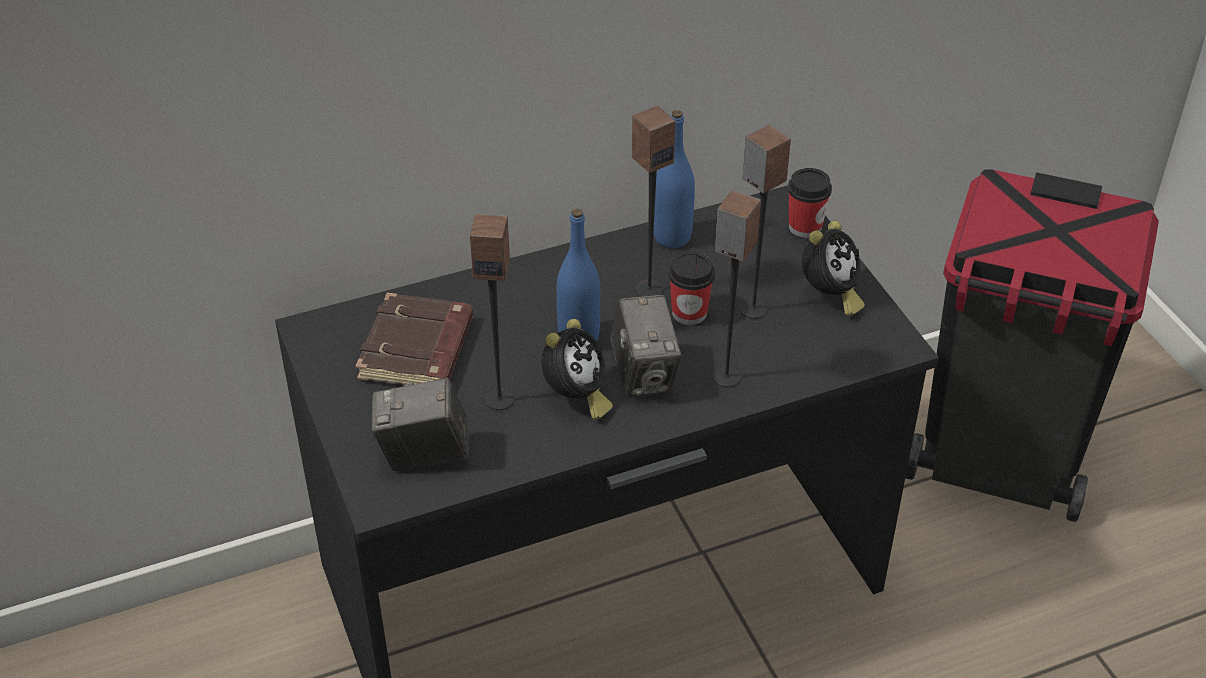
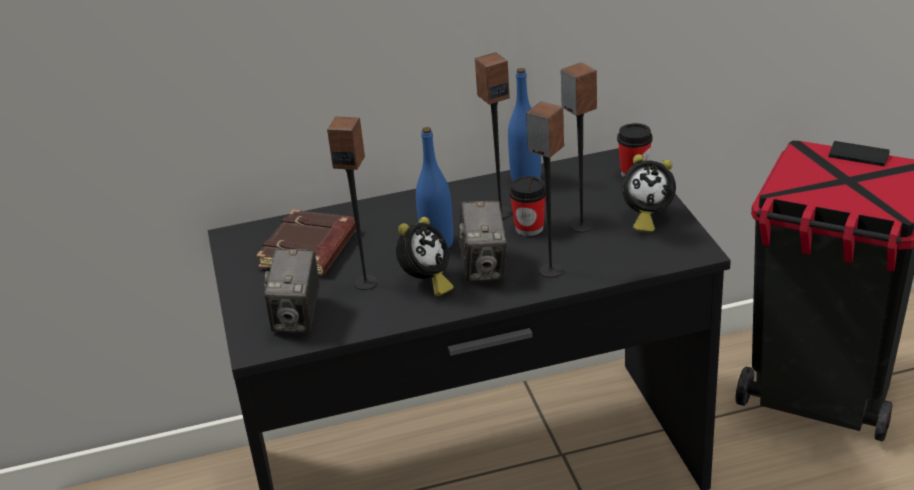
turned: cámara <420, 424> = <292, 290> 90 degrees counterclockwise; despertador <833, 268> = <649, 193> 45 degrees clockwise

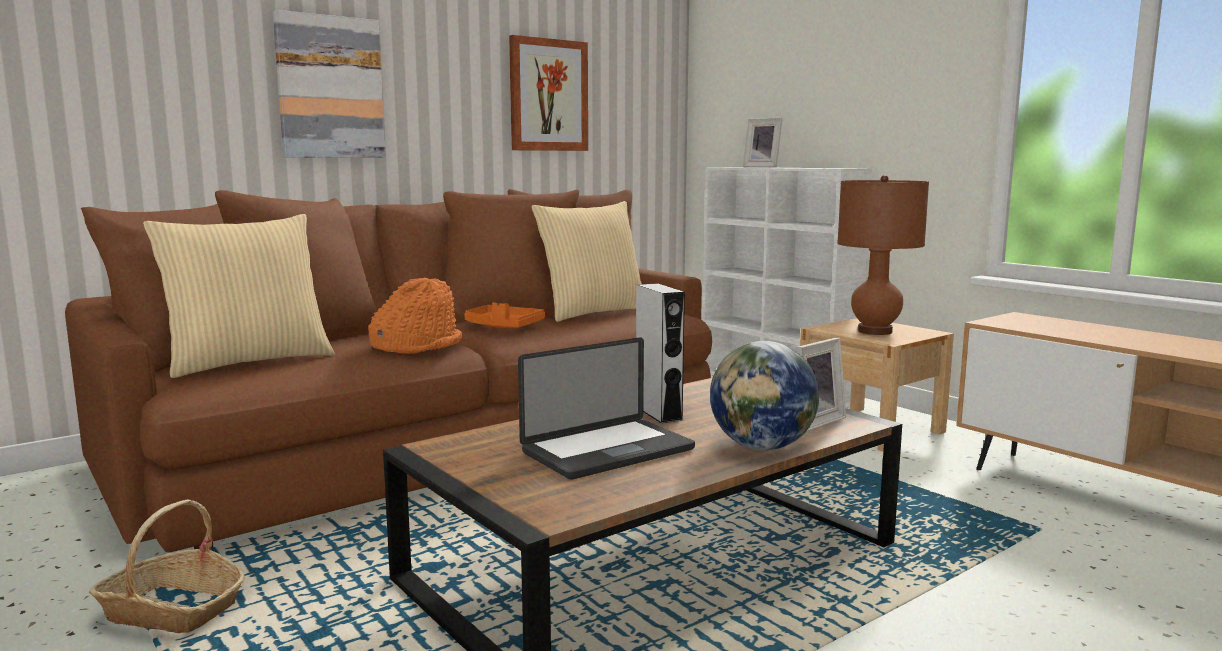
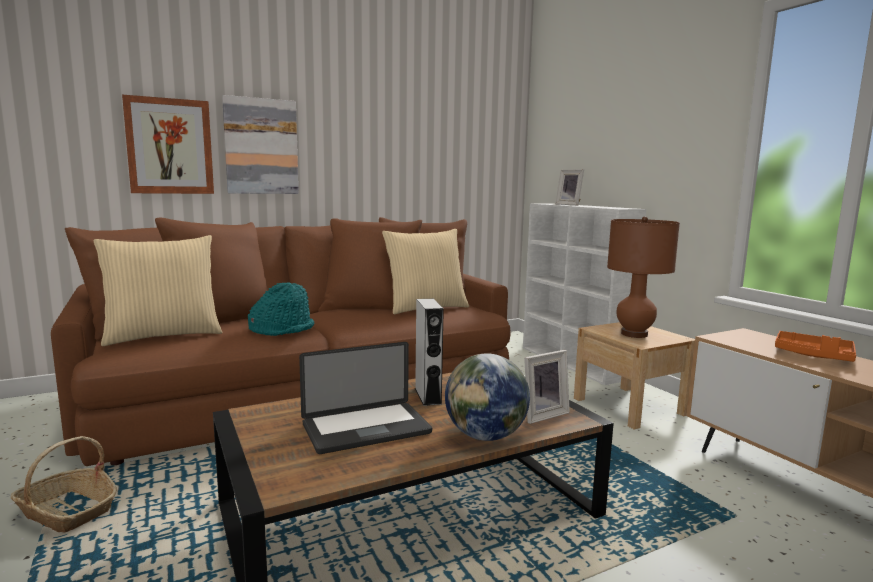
moved: cuadro <548, 93> to <168, 144>; bandeja/naranja <504, 315> to <815, 346>
recoloured: sombrero/naranja <415, 316> to sombrero/turquesa <281, 309>

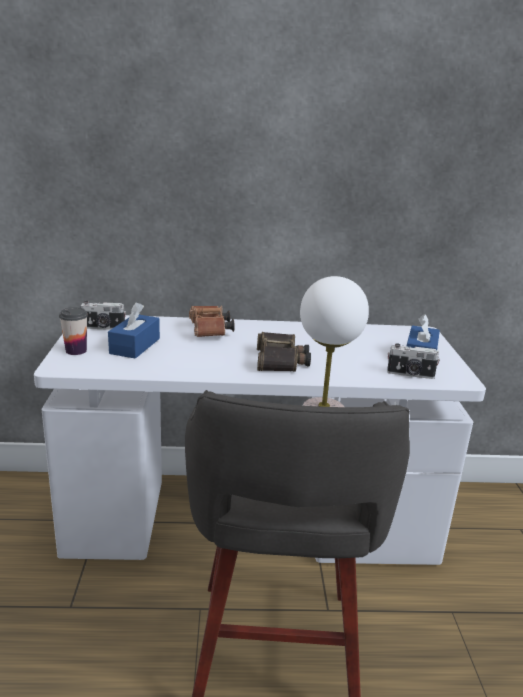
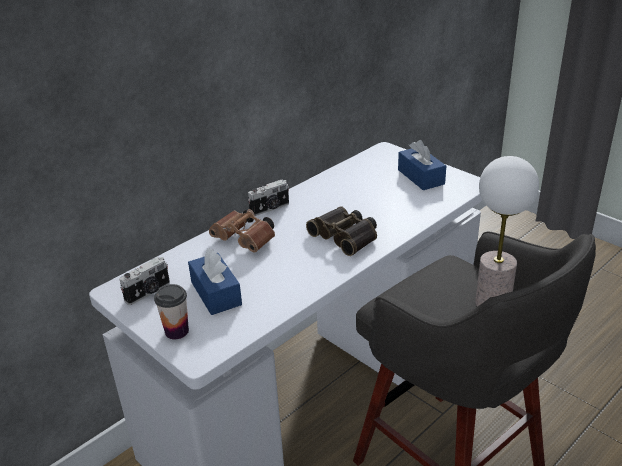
moved: cámara <413, 361> to <268, 198>

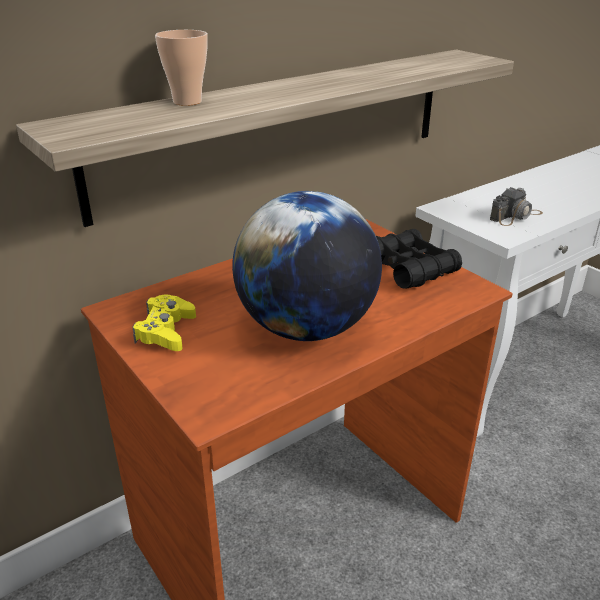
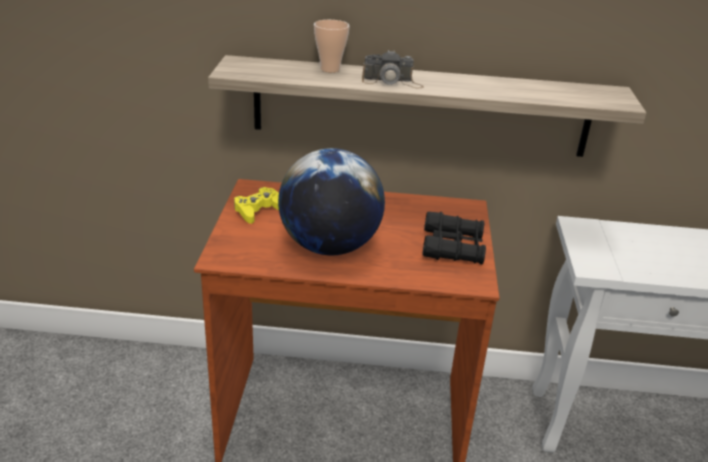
moved: cámara <516, 206> to <393, 69>

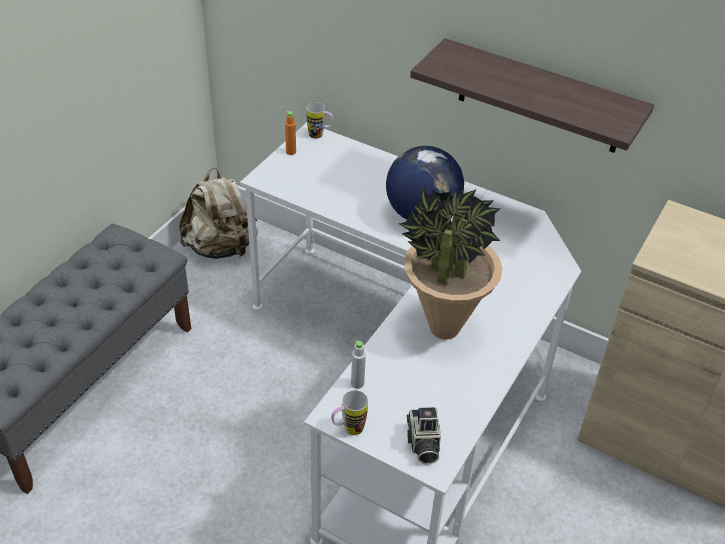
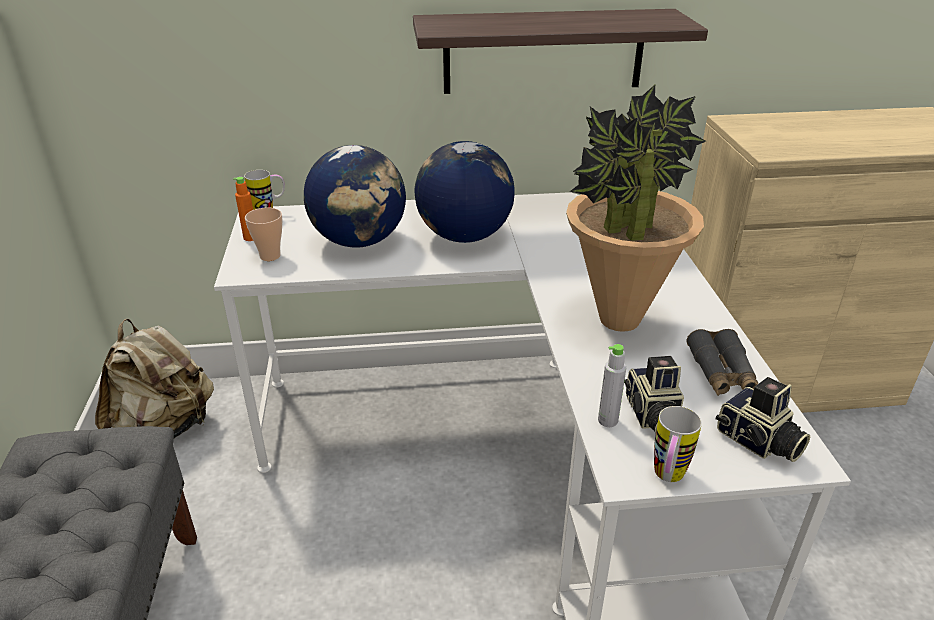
added: taza <264, 234>; globo terráqueo <355, 196>; cámara <654, 395>; prismáticos/gris <722, 362>

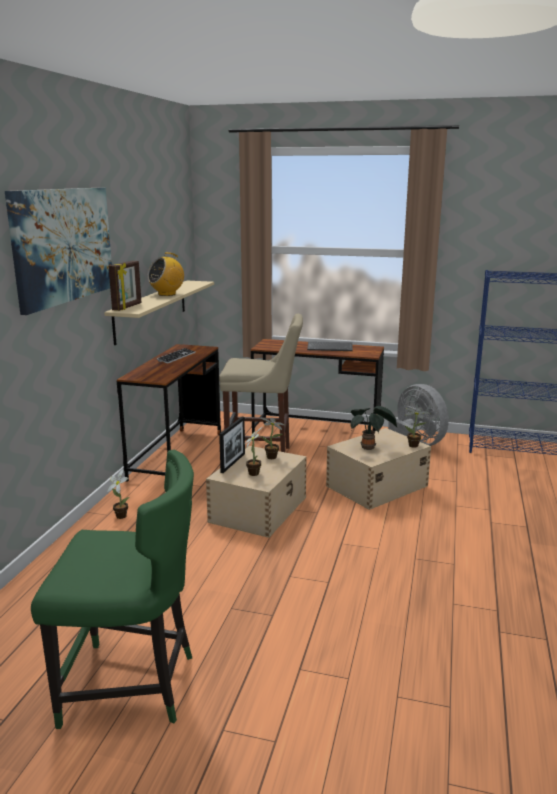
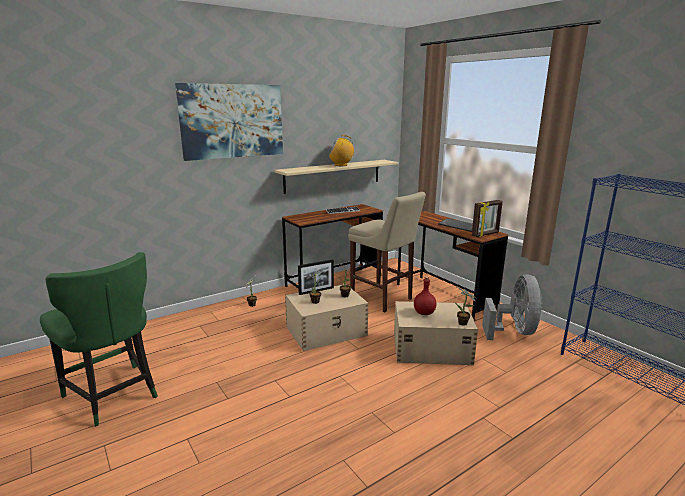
moved: portarretratos <125, 286> to <487, 218>
replaced: planta en maceta <373, 428> to botella/rojo <425, 295>

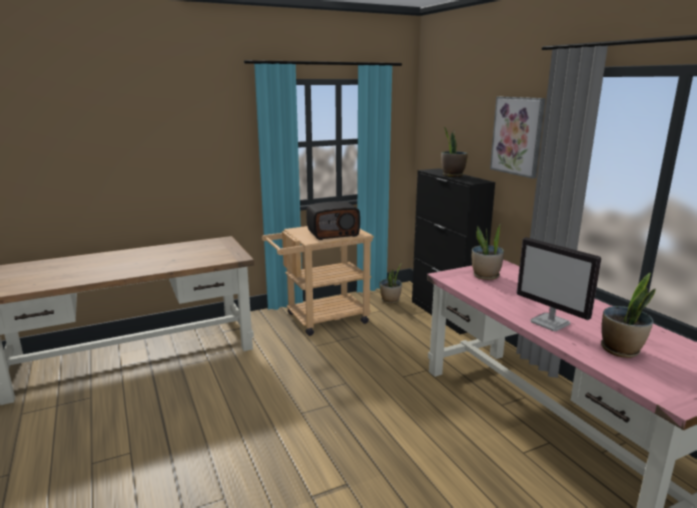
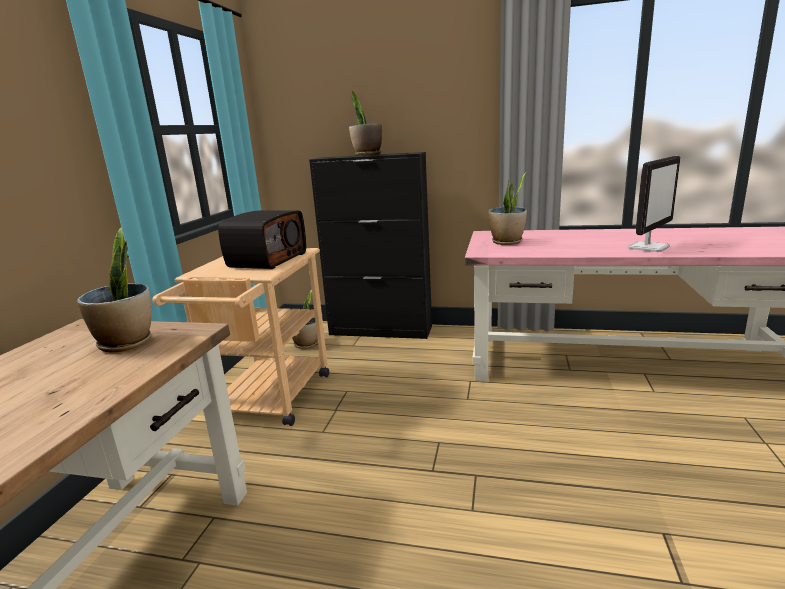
removed: cuadro <518, 138>
moved: planta en maceta <628, 315> to <114, 290>
turned: monitor <559, 284> = <654, 204> 45 degrees counterclockwise

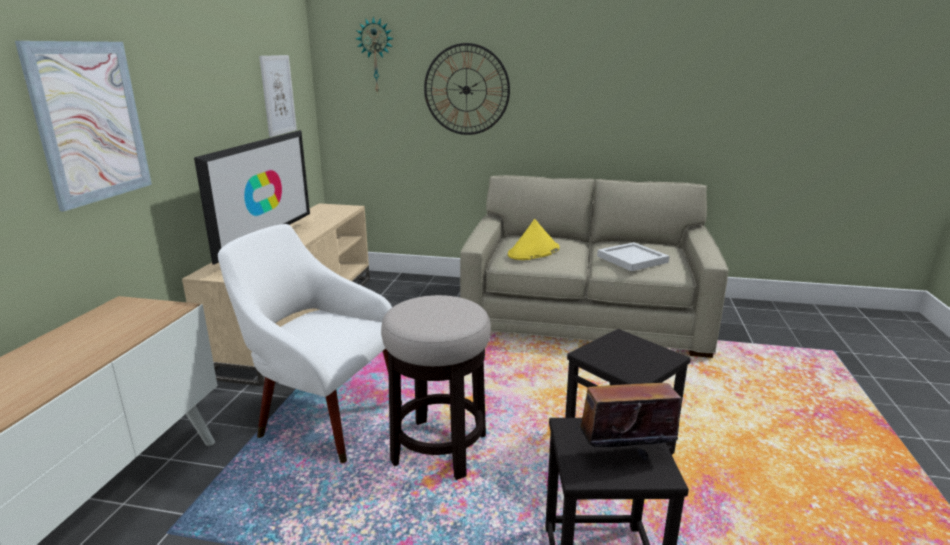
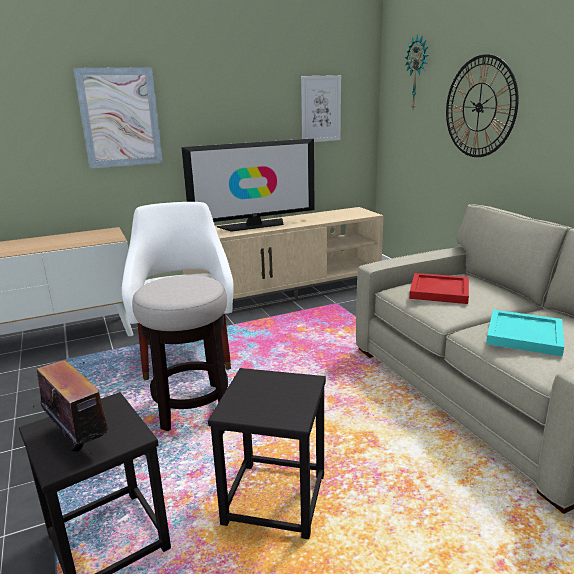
replaced: sombrero/amarillo <534, 239> to bandeja/rojo <439, 288>
recoloured: bandeja/blanco <633, 256> to bandeja/turquesa <525, 333>

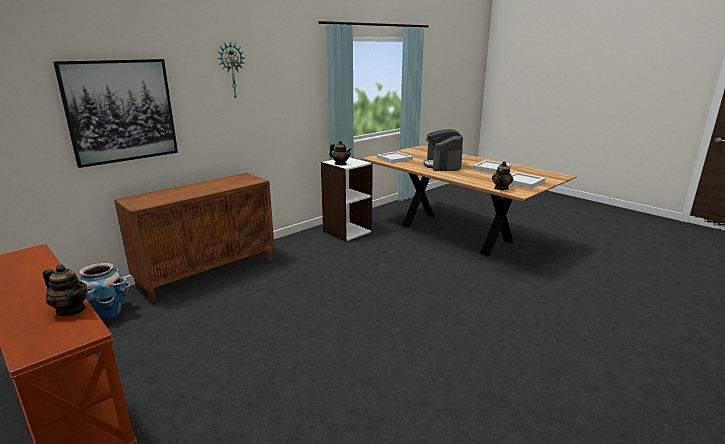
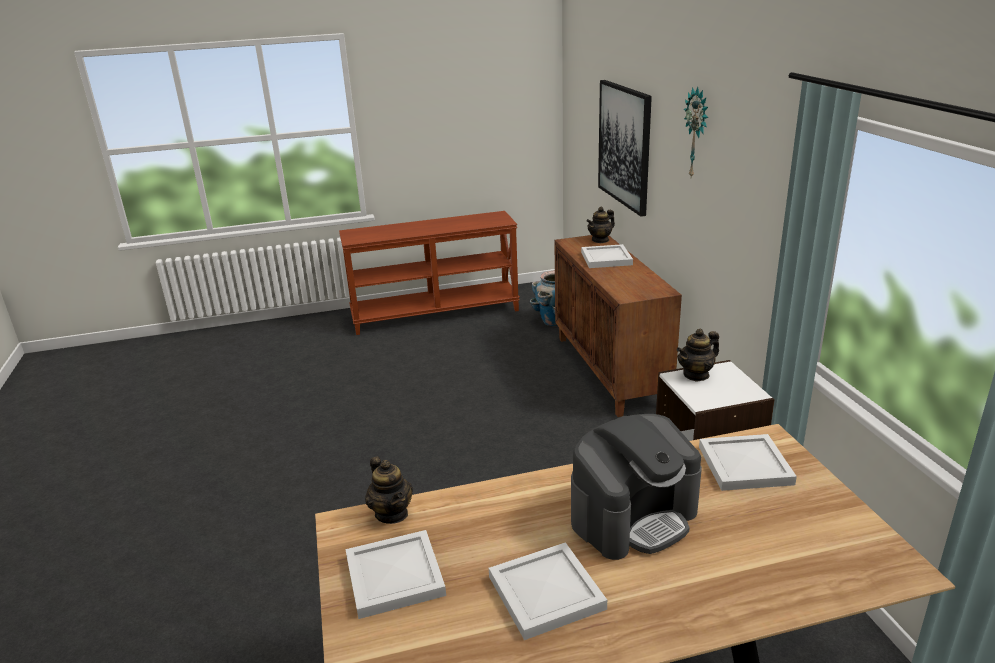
added: bandeja/blanco <607, 256>
moved: tetera <65, 290> to <600, 225>
turned: cafetera <443, 150> = <636, 487> 120 degrees clockwise

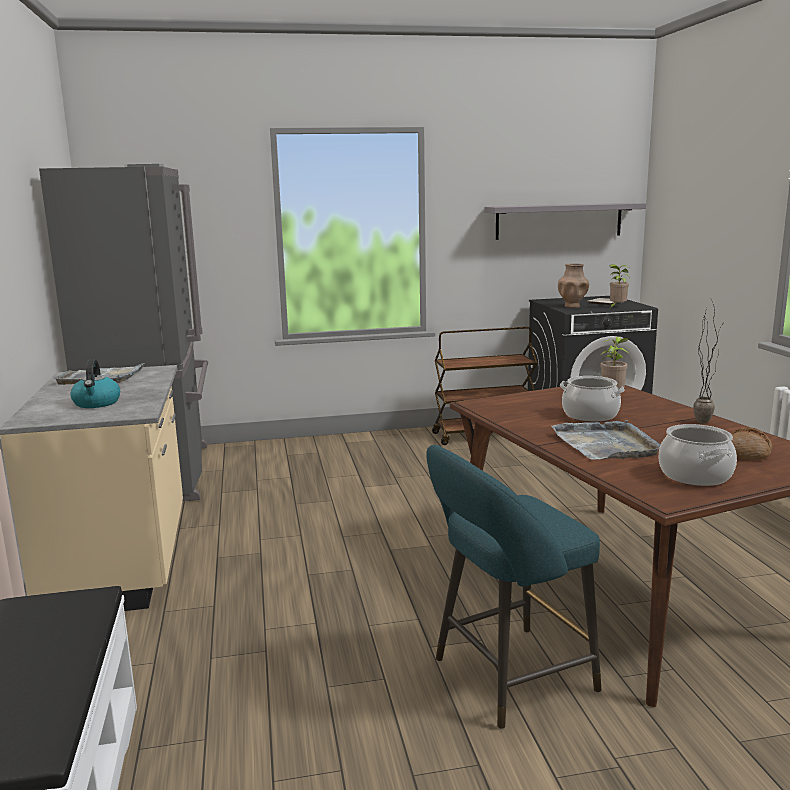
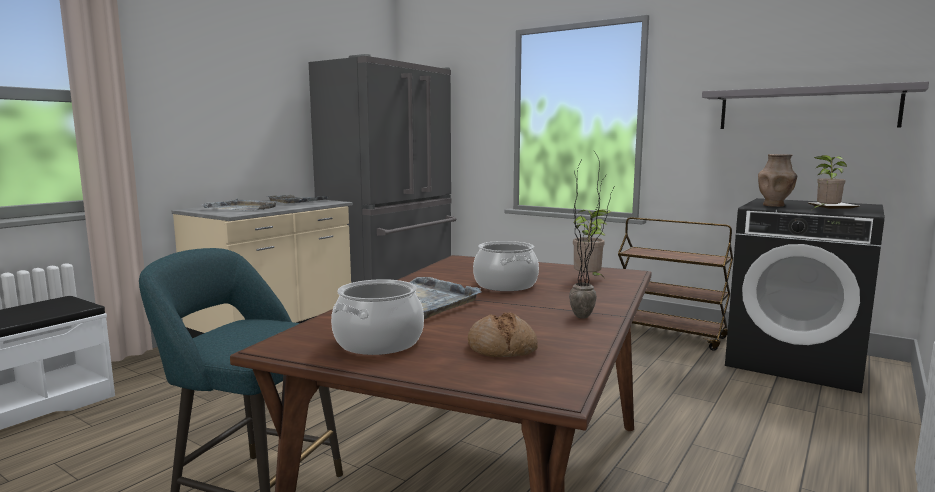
replaced: hervidor <95, 383> to bandeja/gris <238, 204>

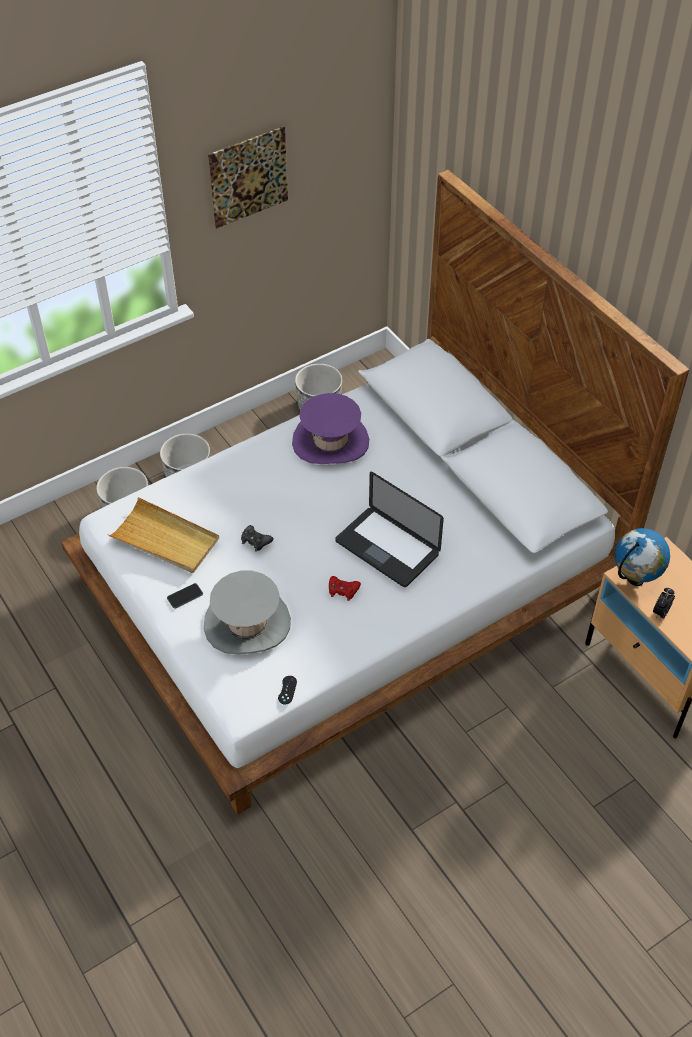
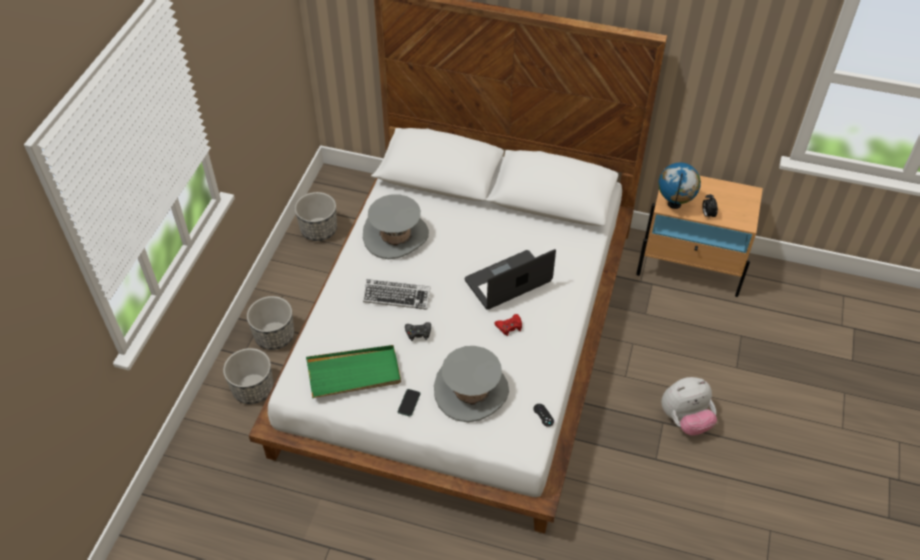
removed: cuadro <248, 177>
added: teclado <397, 294>; peluche <689, 406>
recoloured: bandeja/beis <163, 535> to bandeja/verde <353, 371>; sombrero/morado <330, 428> to sombrero/gris <396, 226>
turned: portátil <389, 529> = <510, 279> 150 degrees clockwise

